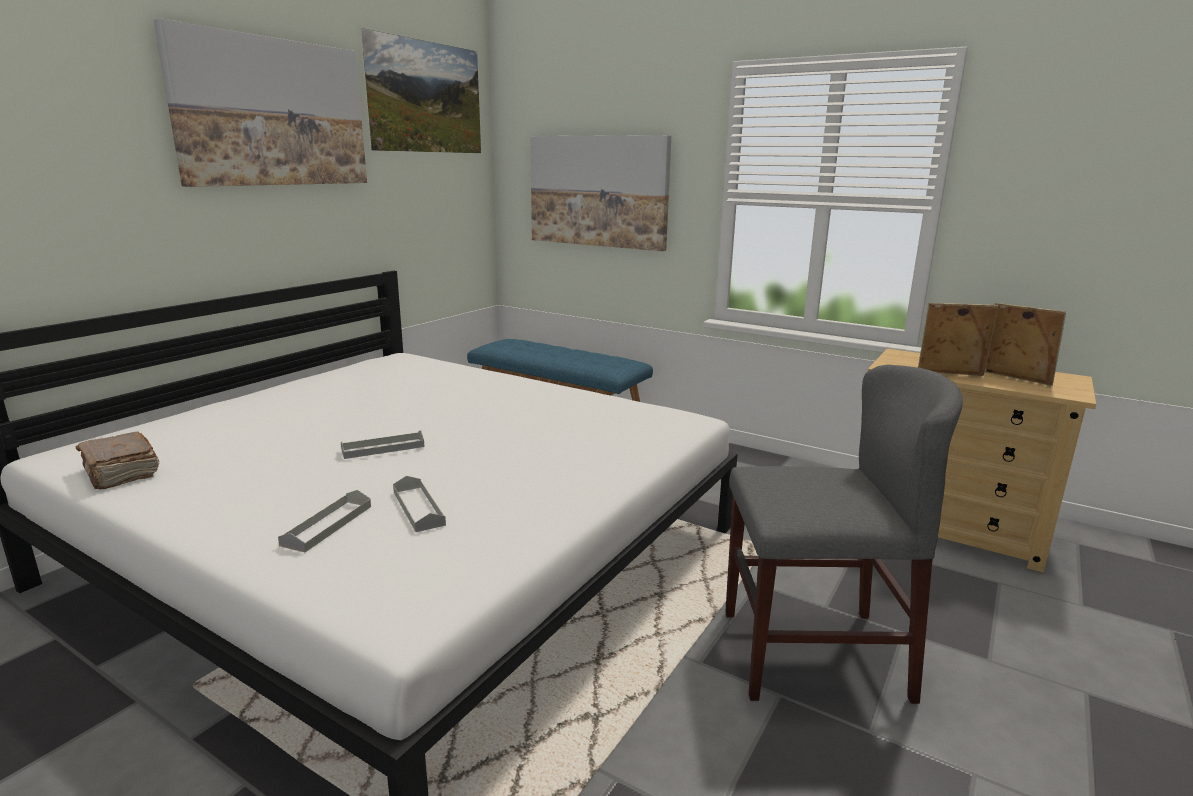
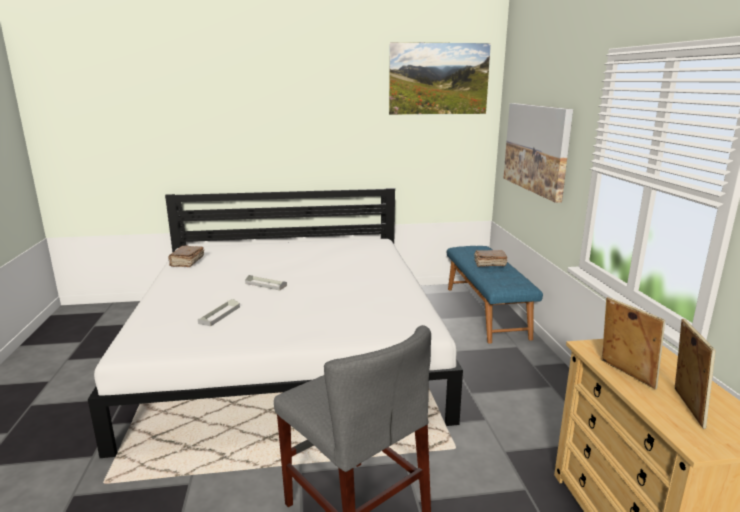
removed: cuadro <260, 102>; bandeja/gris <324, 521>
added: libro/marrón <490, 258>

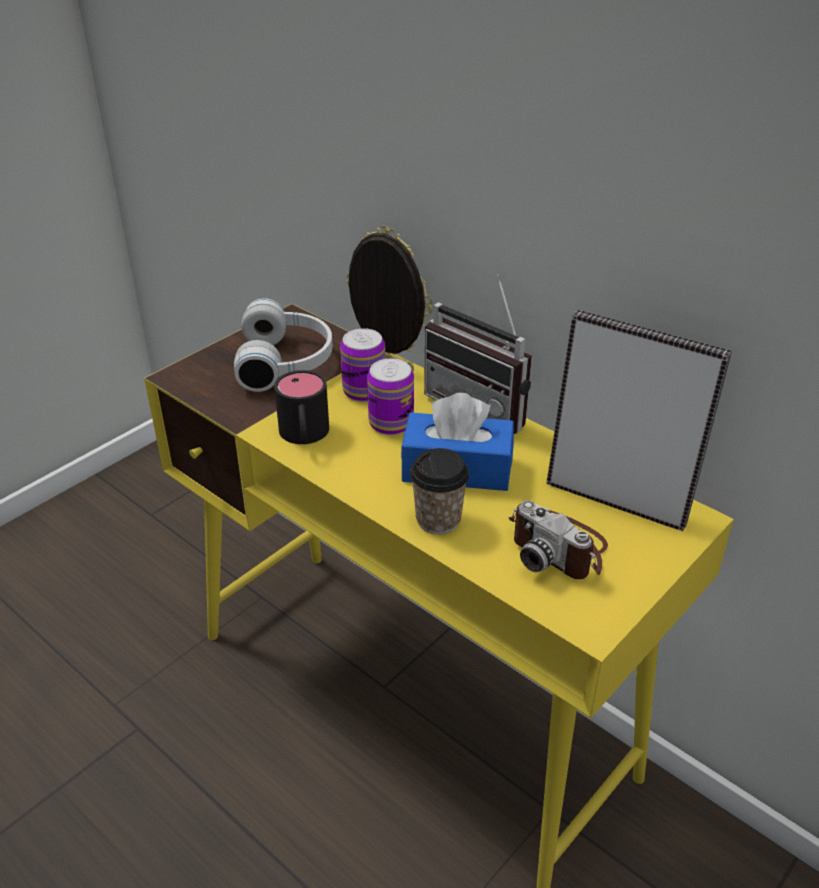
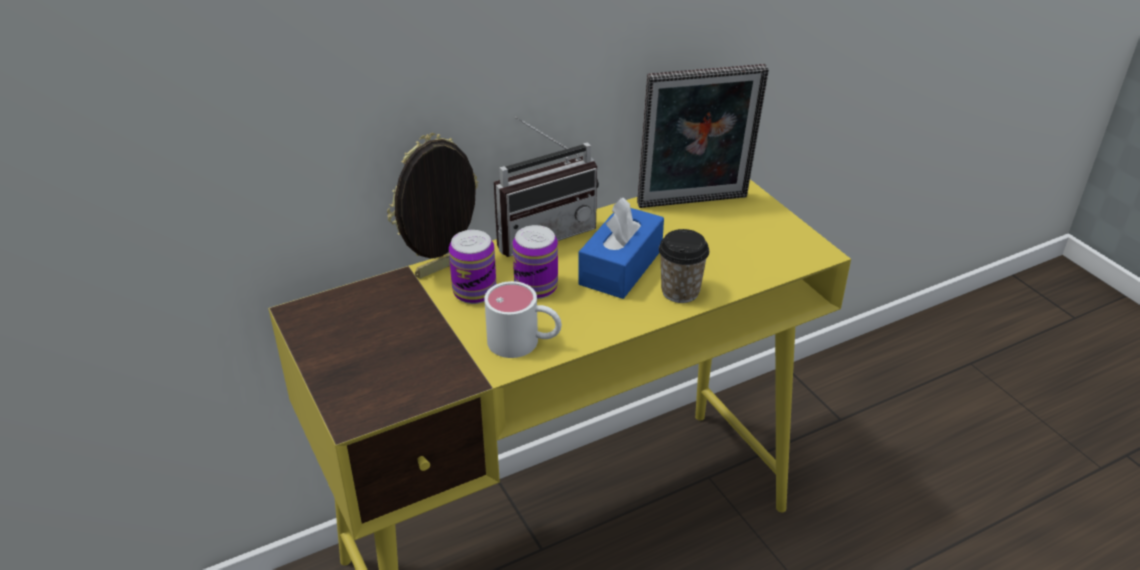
removed: auriculares/blanco <283, 345>; cámara <558, 539>
recoloured: taza grande/negro <301, 407> to taza grande/blanco <523, 319>
turned: portarretratos <639, 420> = <703, 136> 150 degrees counterclockwise

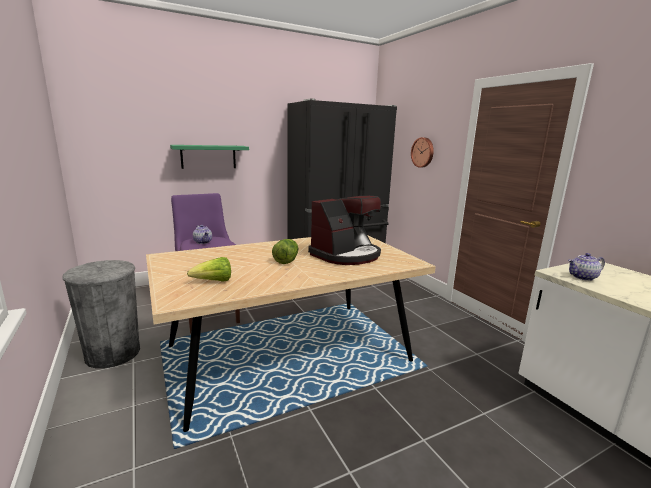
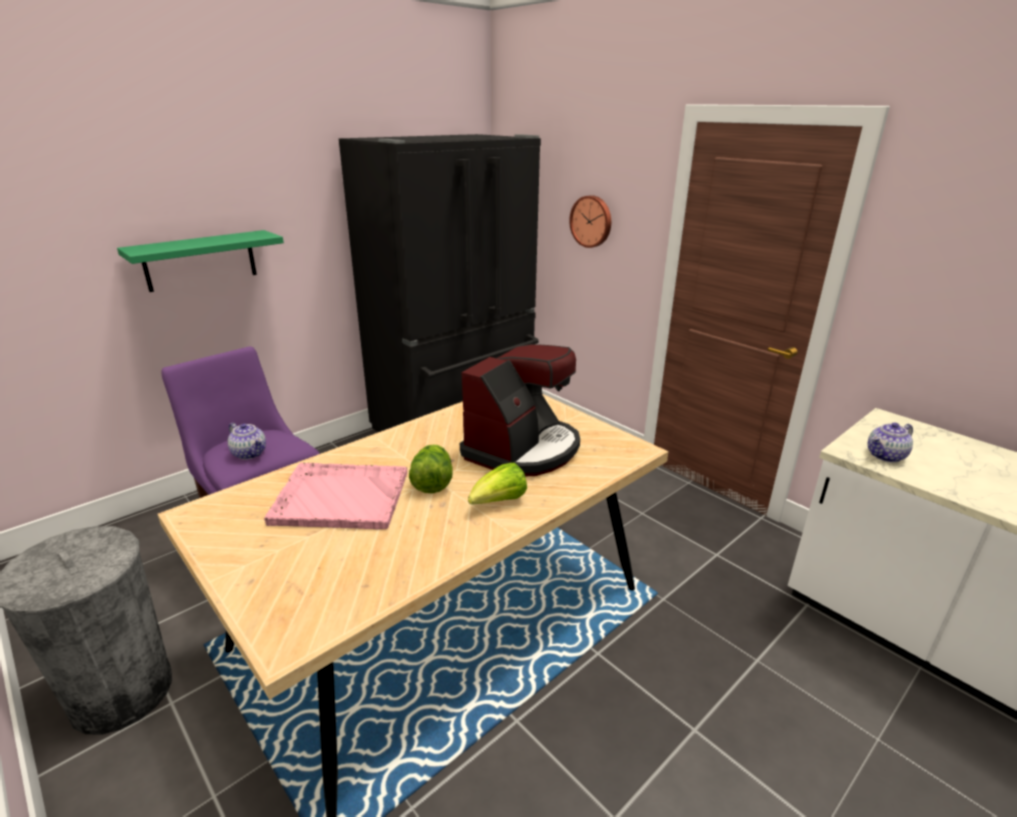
added: bandeja/rosa <335, 495>
moved: lechuga <209, 269> to <497, 484>

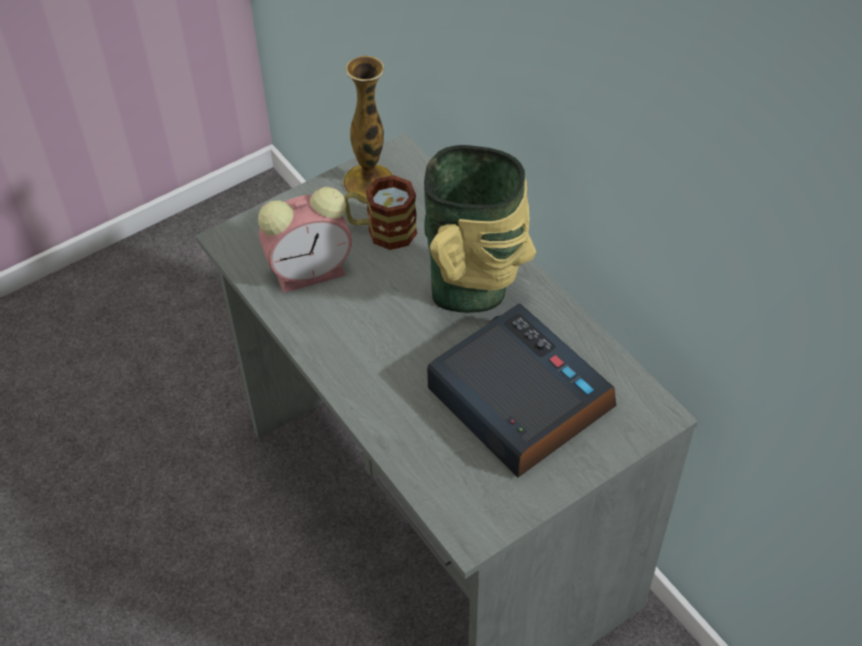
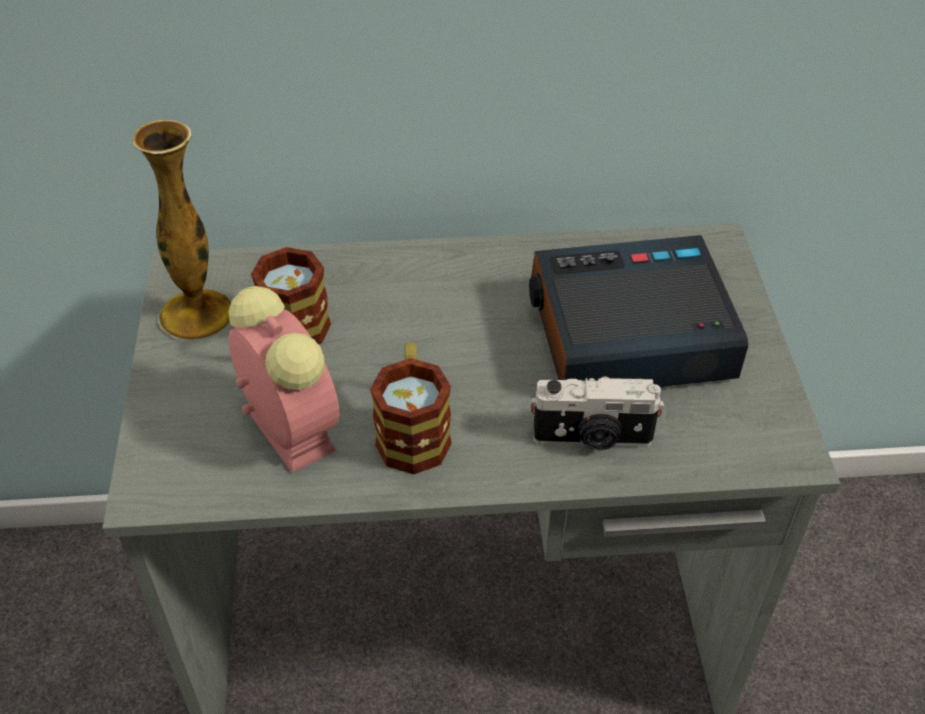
removed: florero <480, 229>
added: taza grande <411, 409>; cámara <597, 413>
turned: despertador <305, 240> = <283, 379> 45 degrees counterclockwise

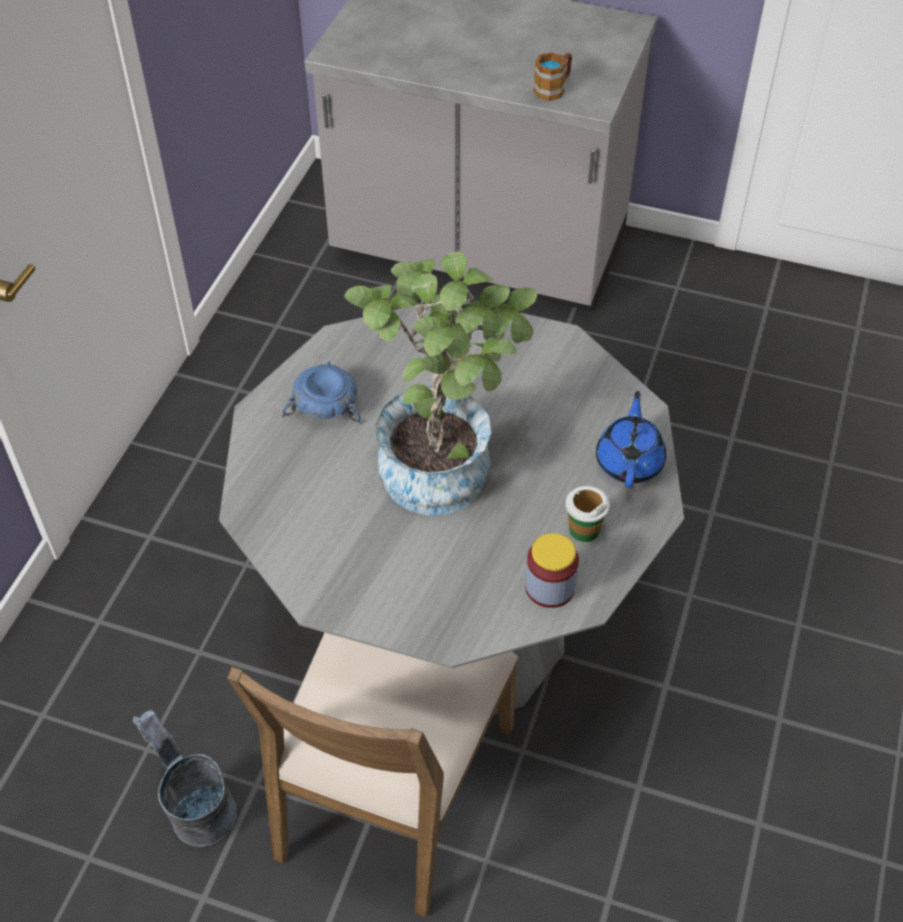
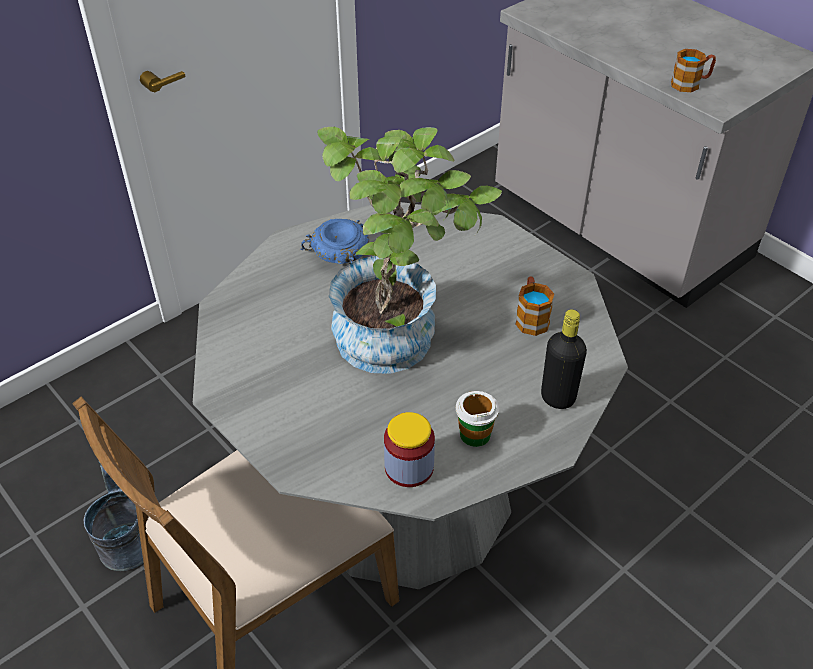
added: taza grande <534, 306>
replaced: tetera/azul <631, 439> to botella/negro <564, 359>

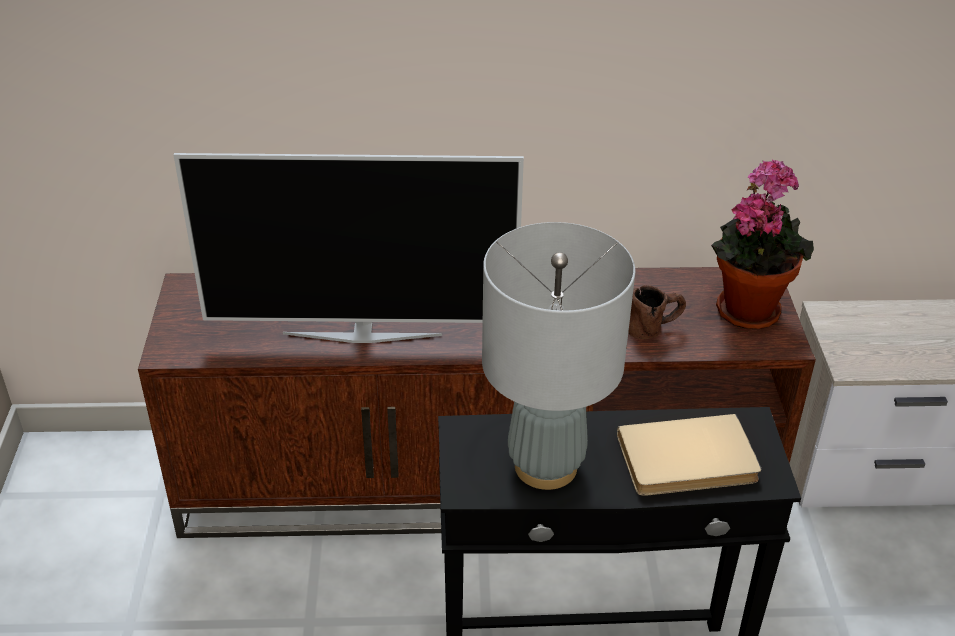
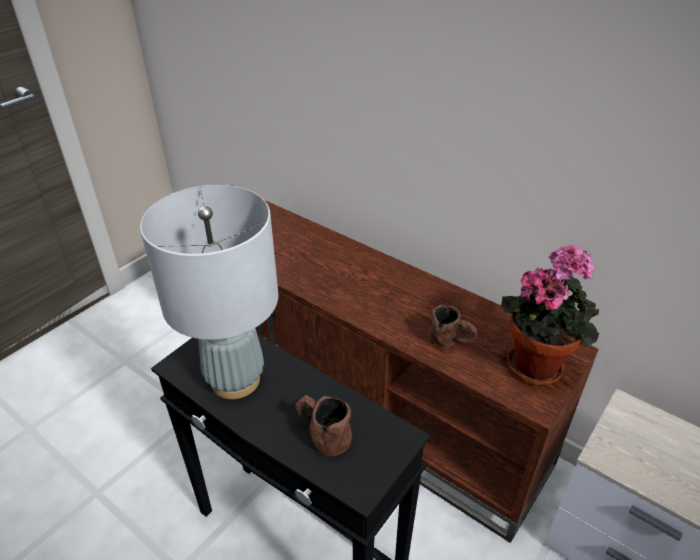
removed: televisor <349, 248>
replaced: libro/beis <689, 455> to taza grande/marrón <323, 425>

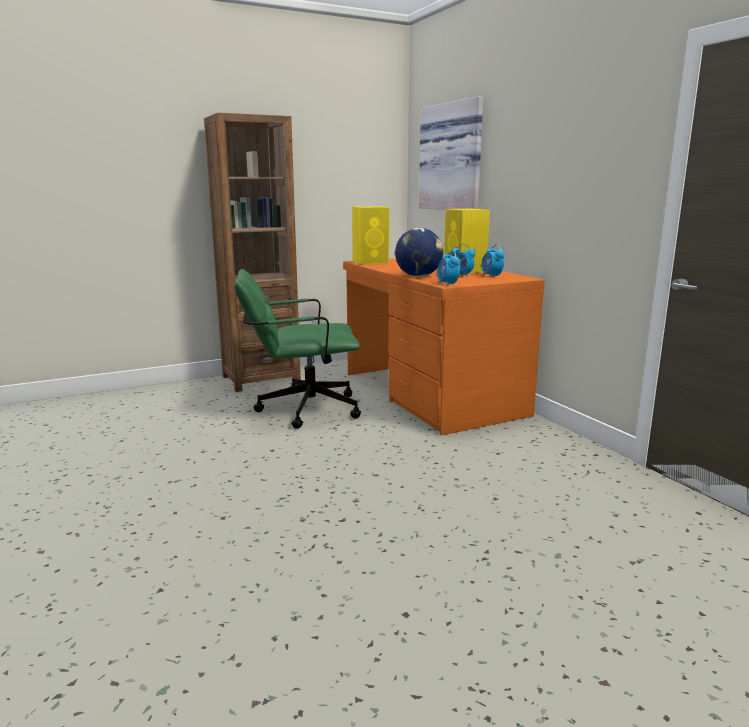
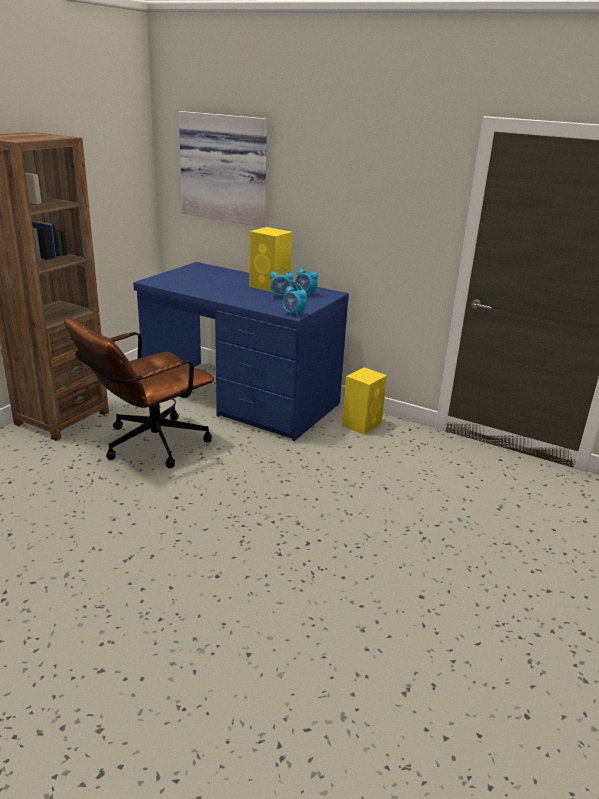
removed: globo terráqueo <419, 252>
moved: altavoz/amarillo <371, 235> to <364, 401>
recoloured: silla de oficina/verde <298, 349> to silla de oficina/marrón <139, 392>; escritorio/naranja <444, 346> to escritorio/azul <241, 351>

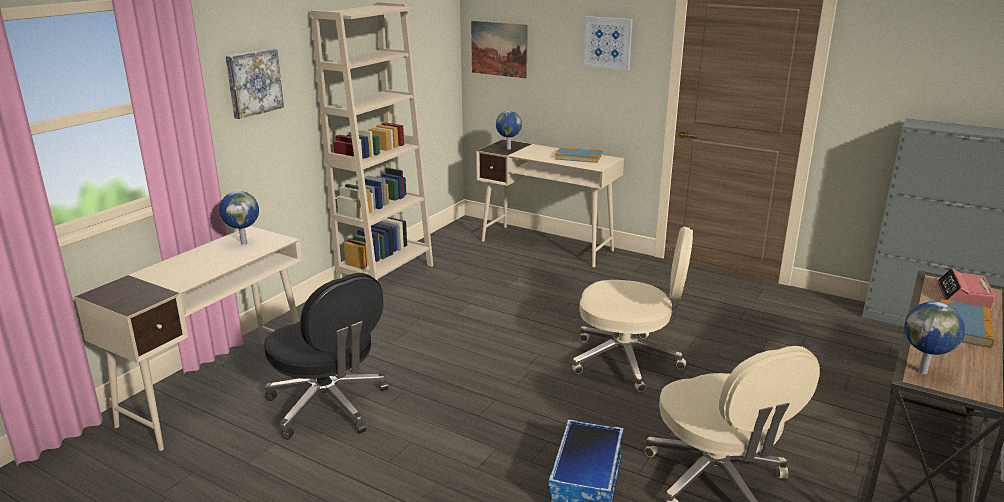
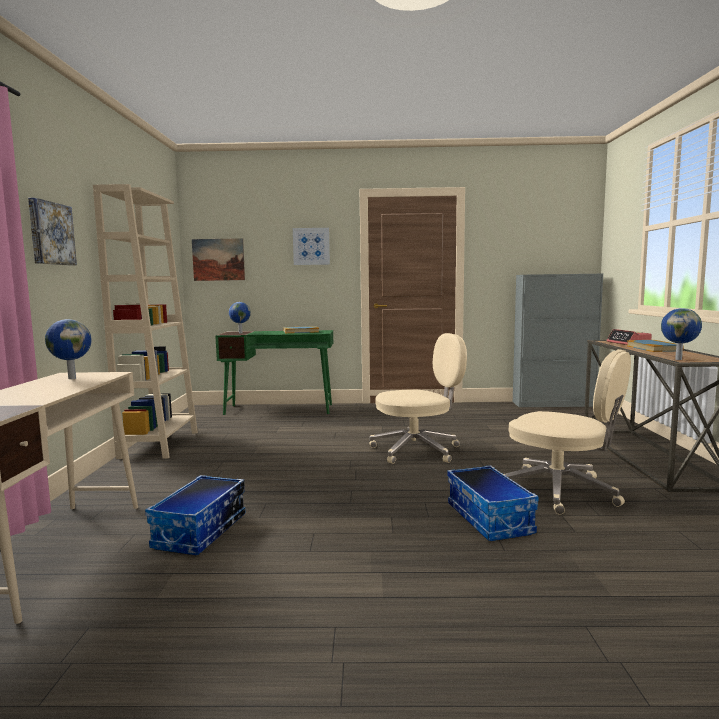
replaced: silla de oficina/negro <326, 356> to caja de almacenaje <195, 515>
recoloured: escritorio/beis <550, 203> to escritorio/verde <274, 372>

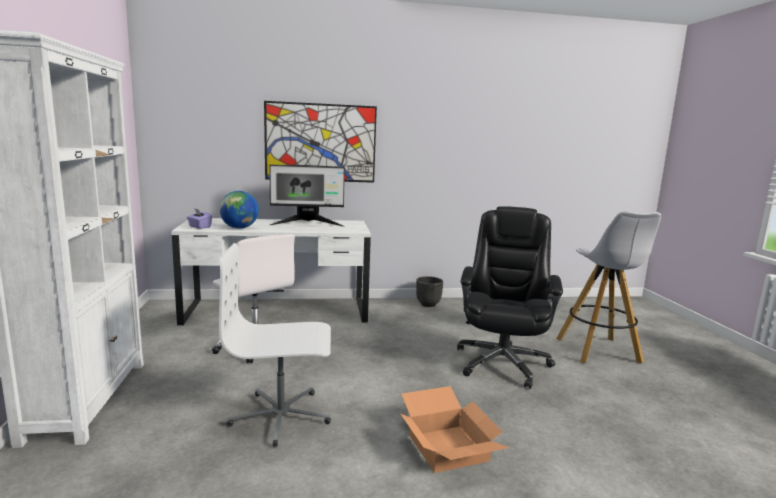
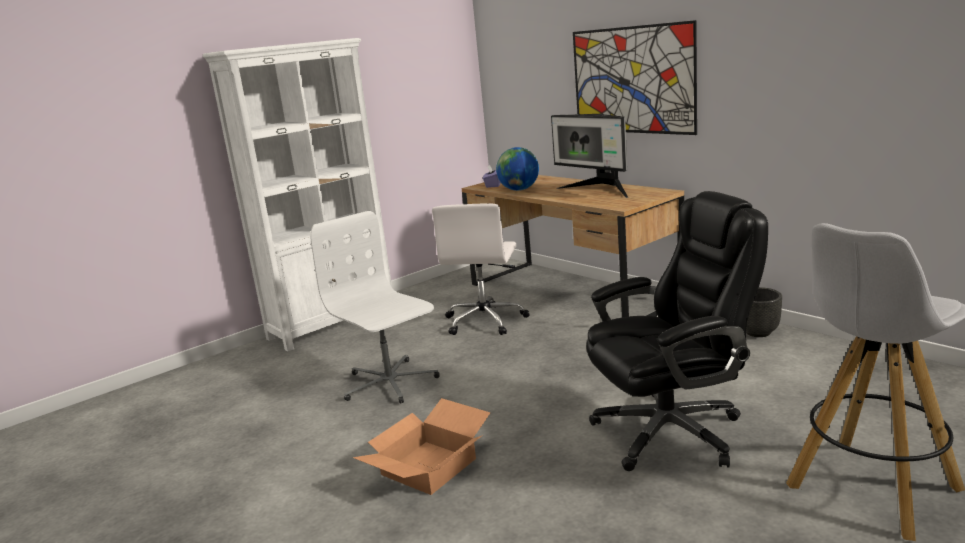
recoloured: escritorio/blanco <271, 271> to escritorio/marrón <572, 246>

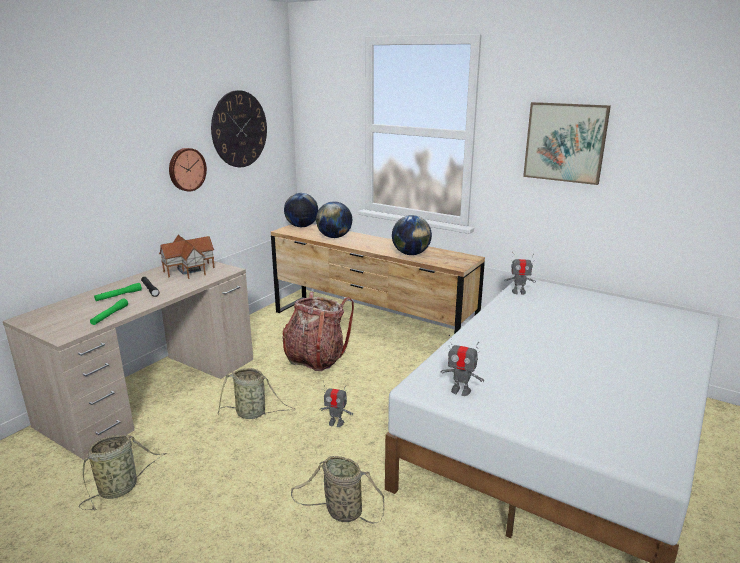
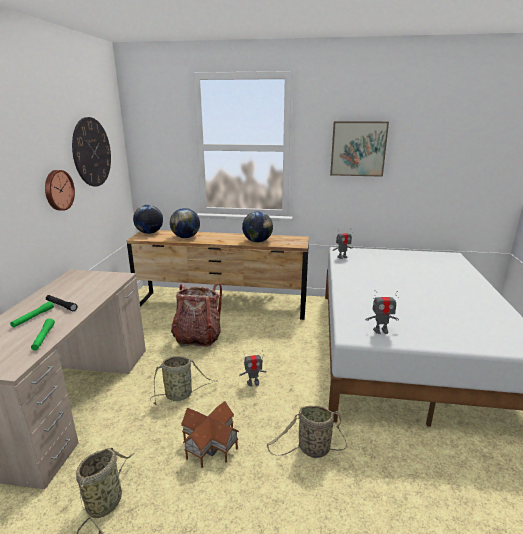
moved: casita <187, 257> to <210, 434>

